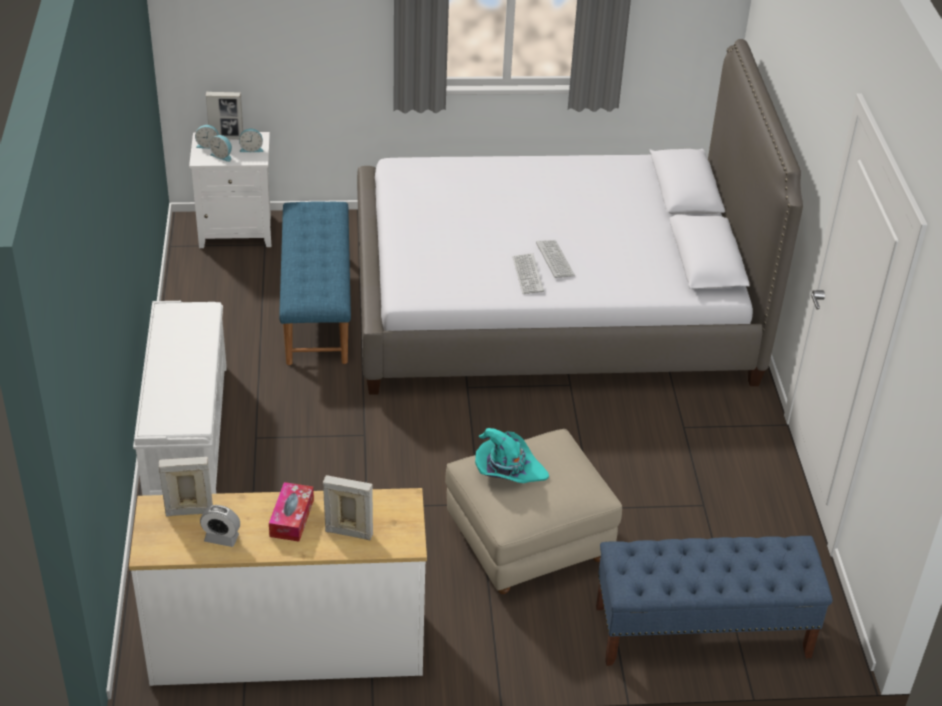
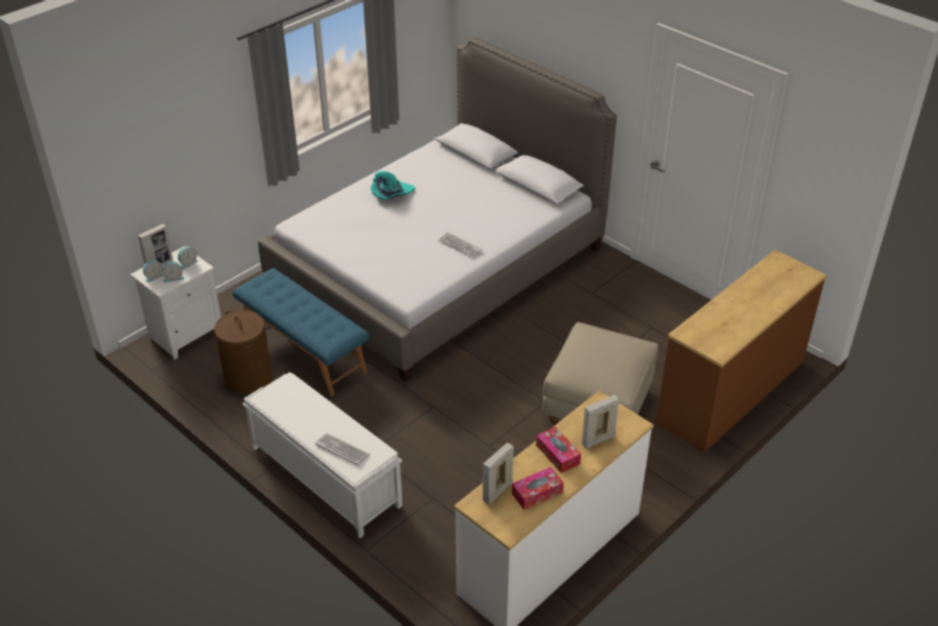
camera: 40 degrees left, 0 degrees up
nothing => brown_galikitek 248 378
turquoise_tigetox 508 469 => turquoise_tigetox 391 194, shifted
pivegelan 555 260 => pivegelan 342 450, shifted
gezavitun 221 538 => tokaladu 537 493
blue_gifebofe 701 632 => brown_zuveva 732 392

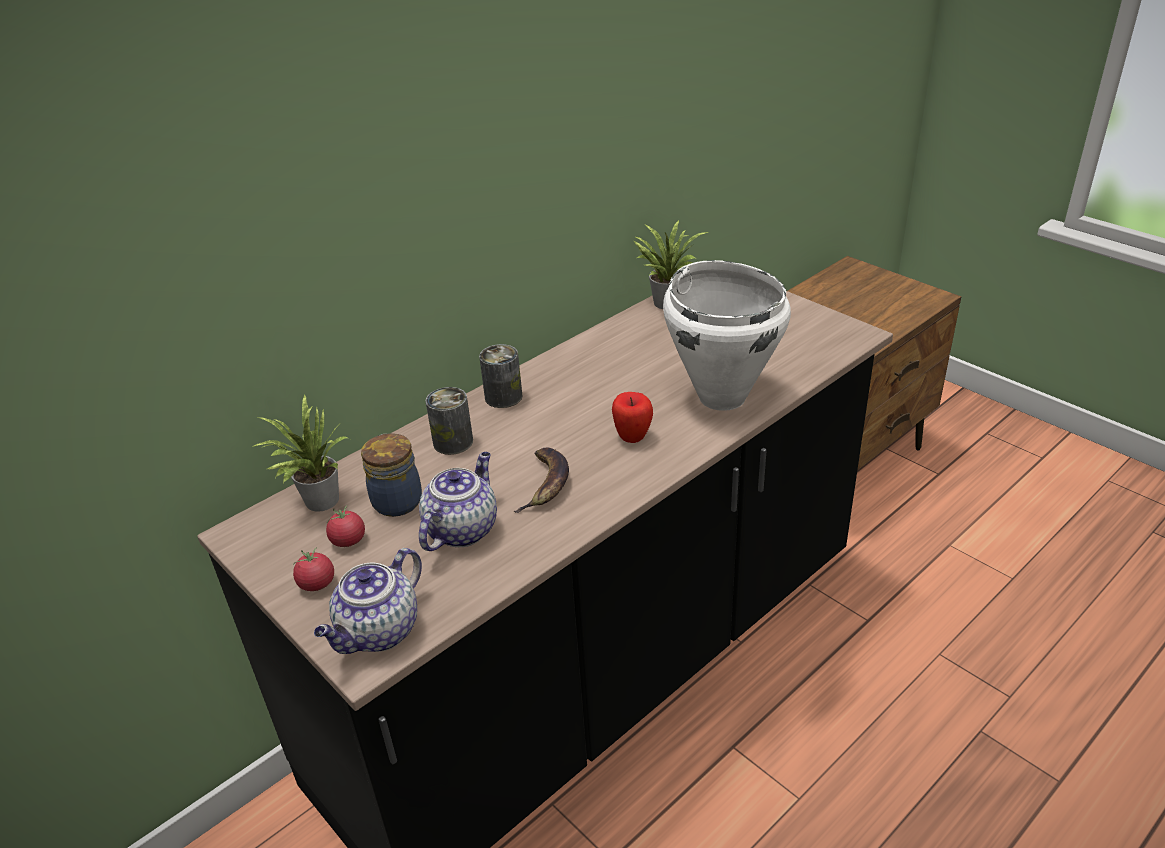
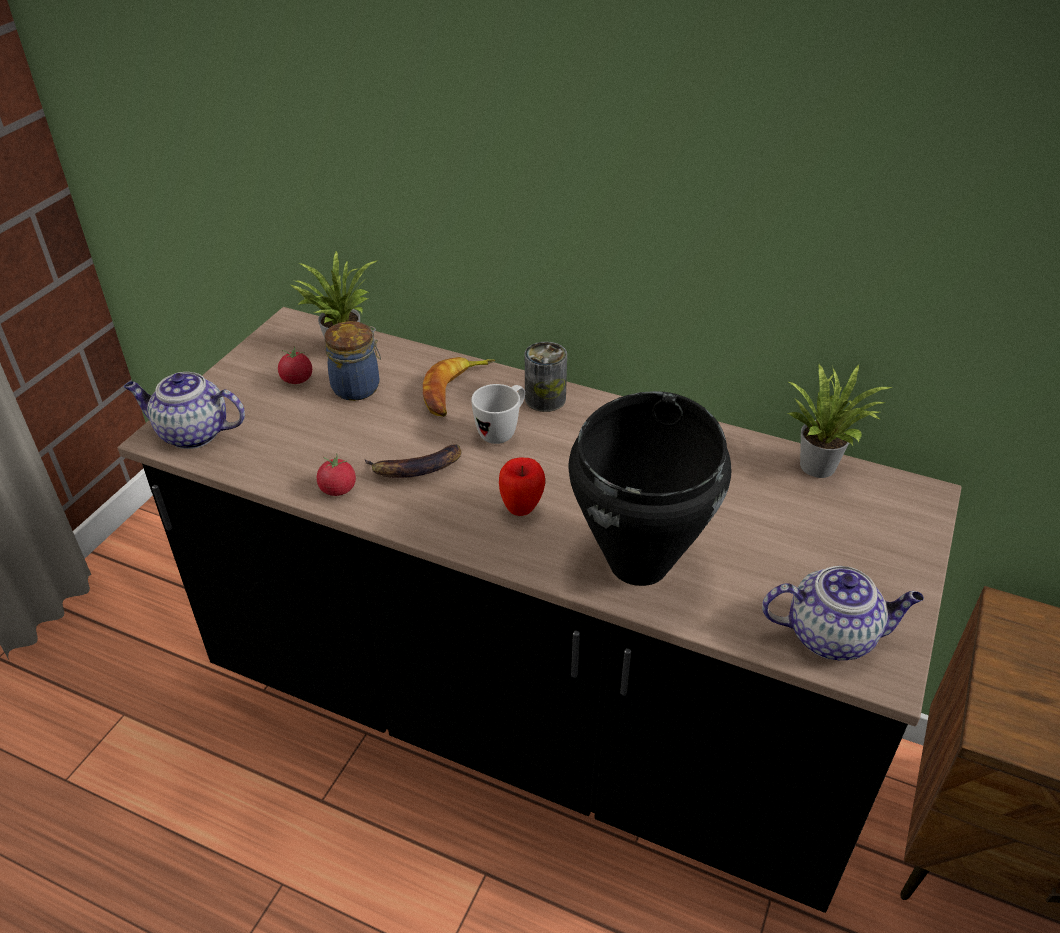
camera: 65 degrees right, 5 degrees up
nothing => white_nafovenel 502 431
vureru 317 583 => vureru 338 489, shifted
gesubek 462 529 => gesubek 832 635, shifted
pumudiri 453 442 => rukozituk 455 391
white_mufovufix 722 396 => black_mufovufix 640 563

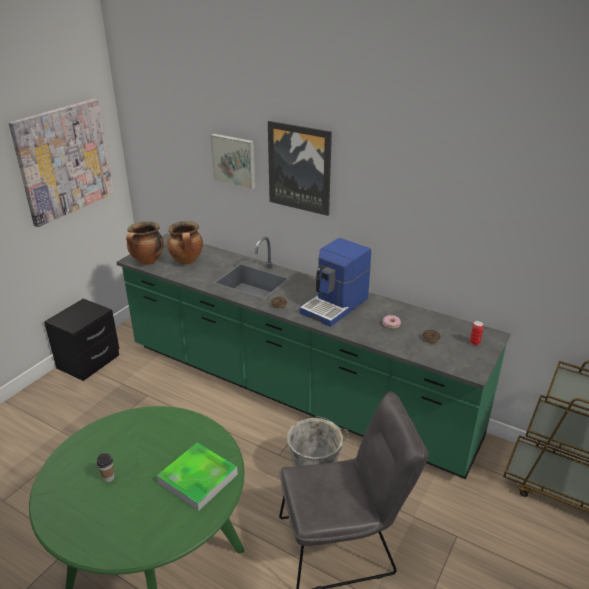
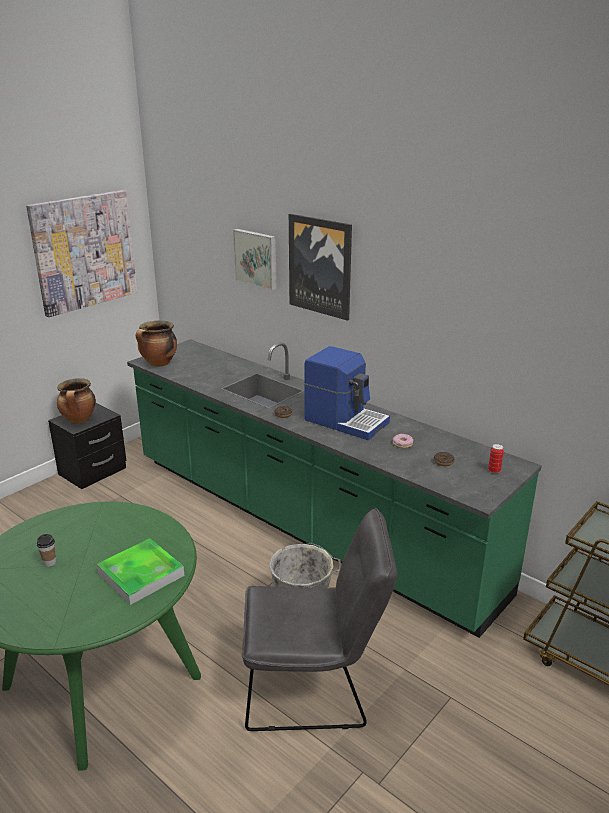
camera: 10 degrees right, 5 degrees down
mufovufix 187 261 => mufovufix 79 420, shifted
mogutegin 335 306 => mogutegin 346 421, 105 degrees counterclockwise

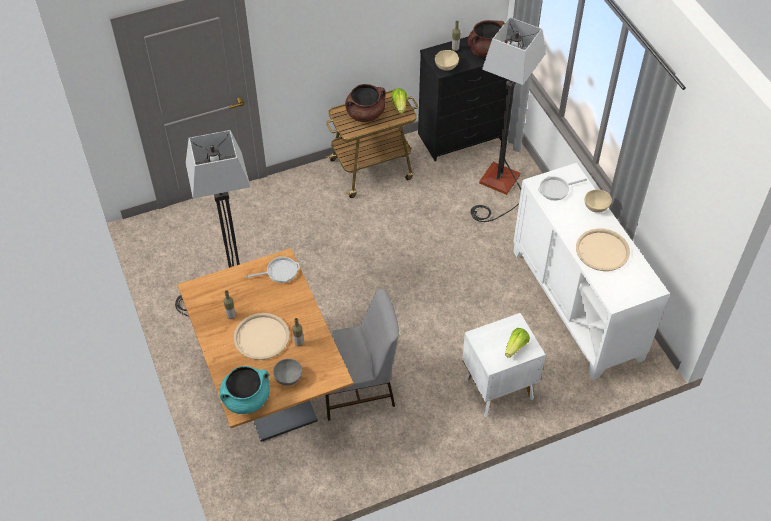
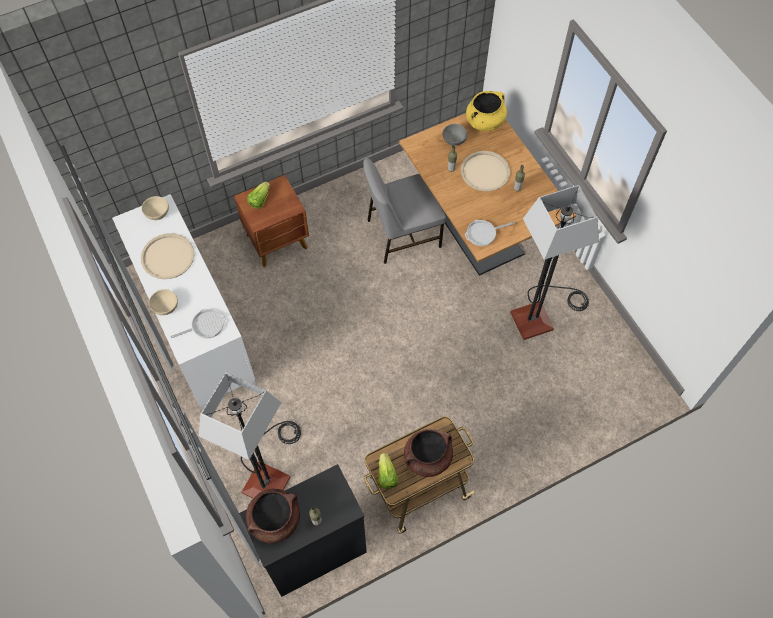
camera: 175 degrees right, 10 degrees up
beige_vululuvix 447 66 => beige_vululuvix 156 213, shifted
turquoise_mufovufix 246 399 => yellow_mufovufix 484 121
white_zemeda 497 388 => brown_zemeda 278 242

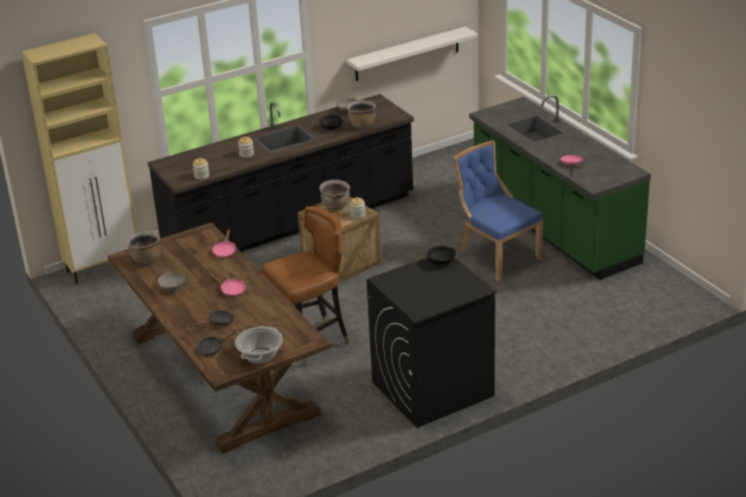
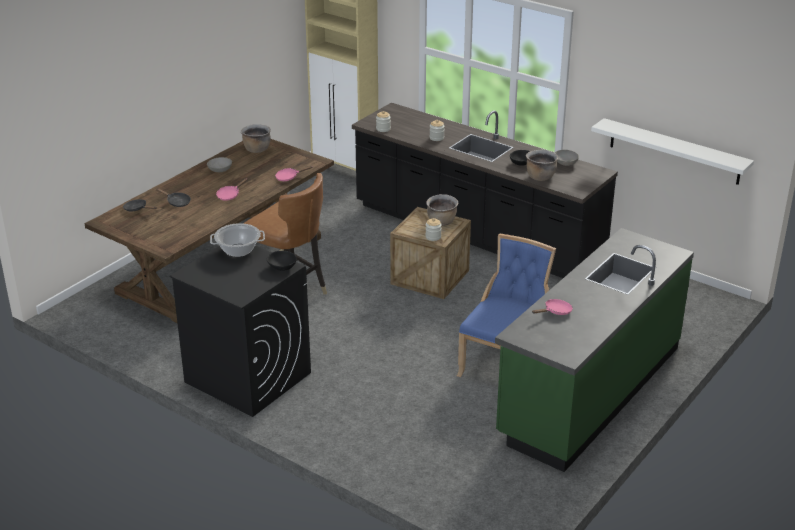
camera: 65 degrees right, 0 degrees up
mufovufix 260 355 => mufovufix 238 250, shifted

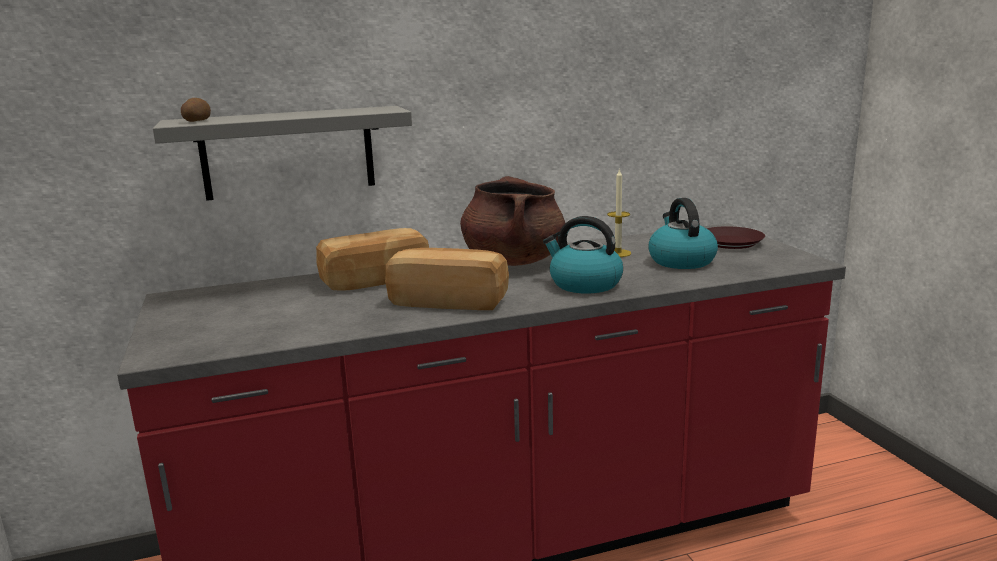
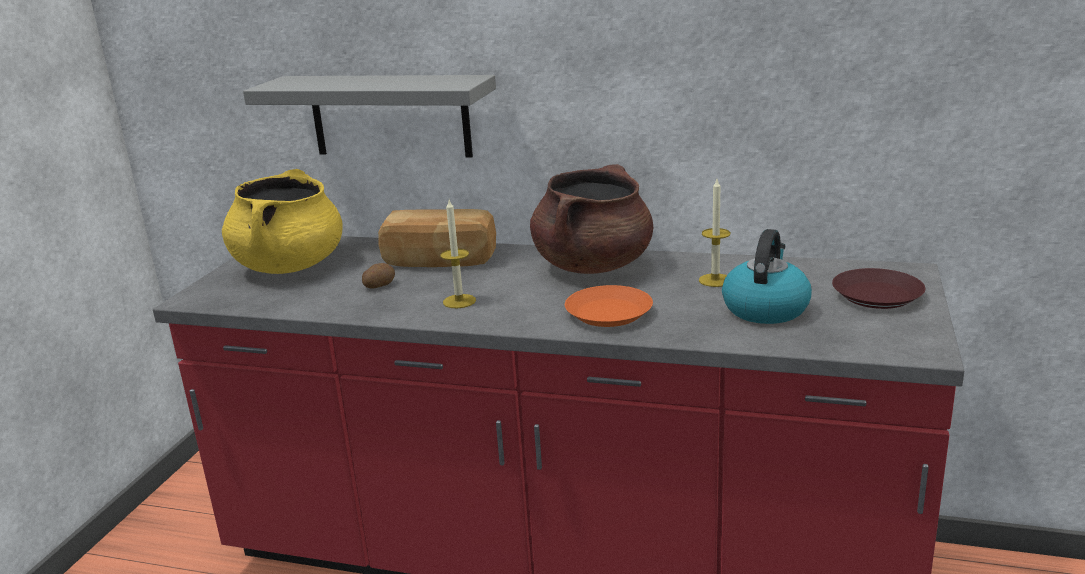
camera: 35 degrees right, 5 degrees up
nothing => yellow_mufovufix 290 266
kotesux 196 121 => kotesux 379 285, shifted
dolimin 449 301 => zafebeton 459 301
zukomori 584 284 => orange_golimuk 608 314

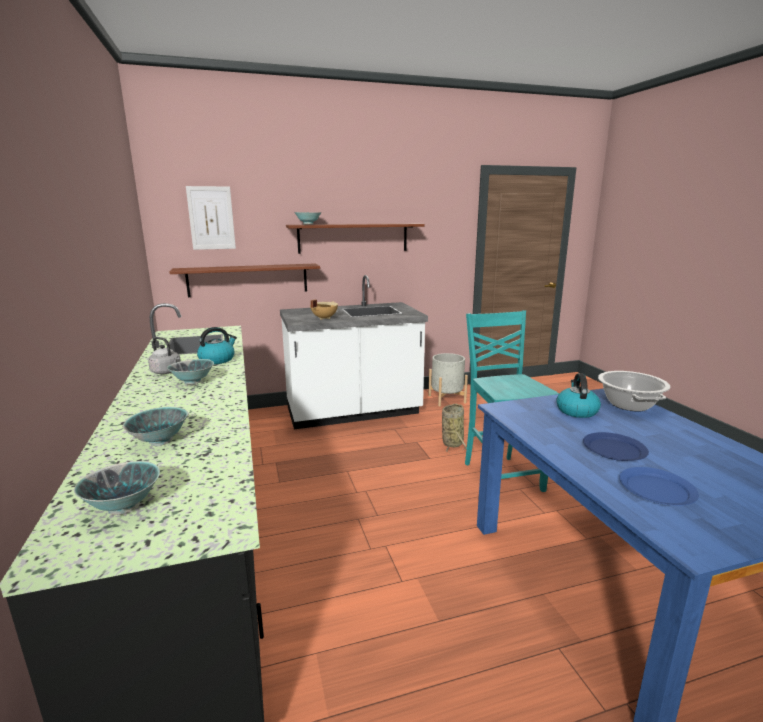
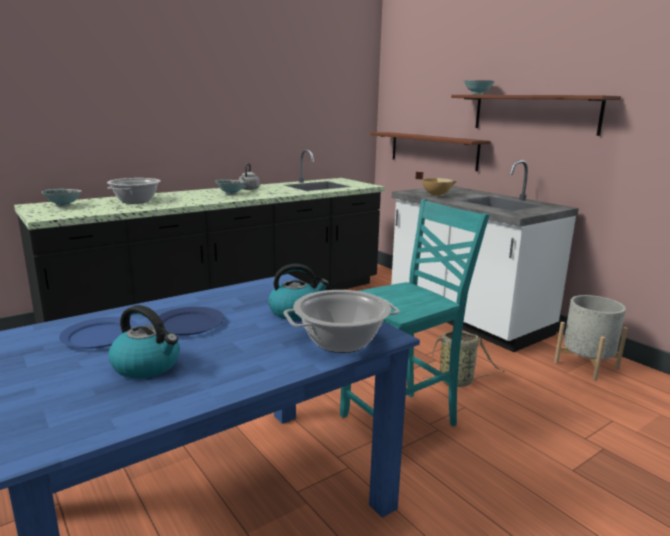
camera: 70 degrees right, 0 degrees up
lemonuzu 211 218 => nothing
zukomori 217 360 => zukomori 147 366, shifted
vululuvix 160 441 => mufovufix 136 201

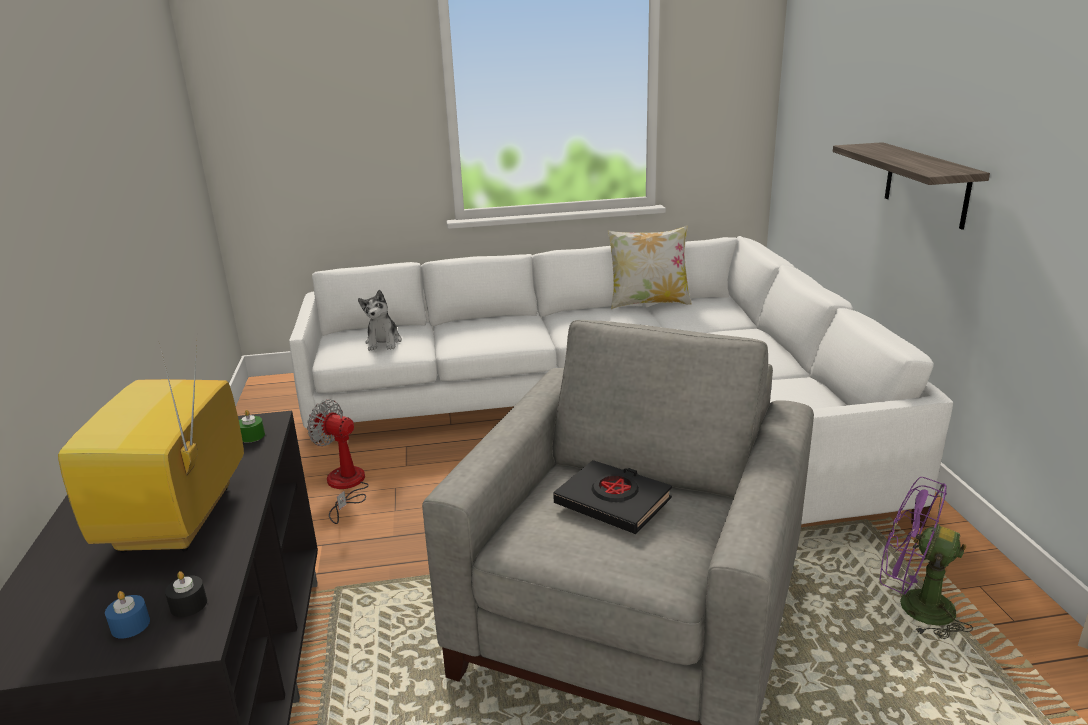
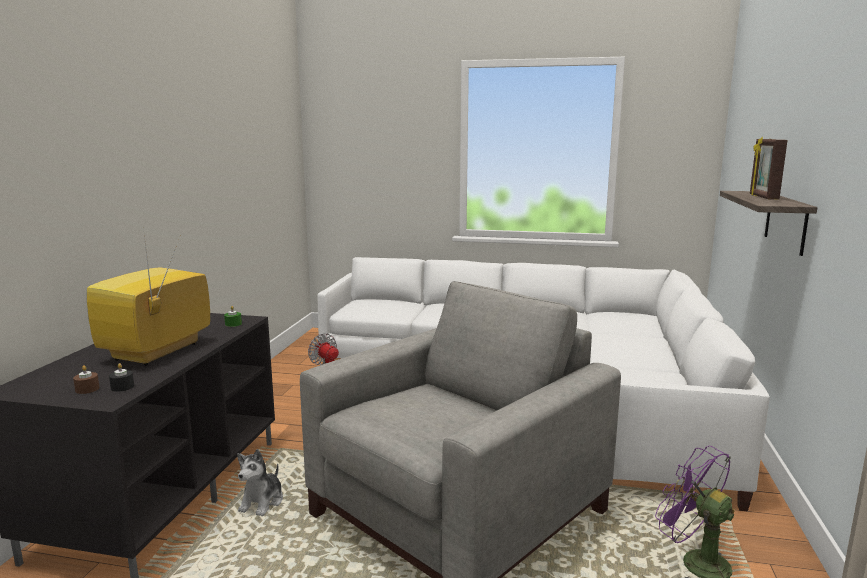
camera: 20 degrees right, 10 degrees down
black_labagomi 613 502 => nothing
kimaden 648 303 => nothing
nothing => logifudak 762 197
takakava 383 342 => takakava 262 502, shifted
blue_zafebeton 130 625 => brown_zafebeton 87 389

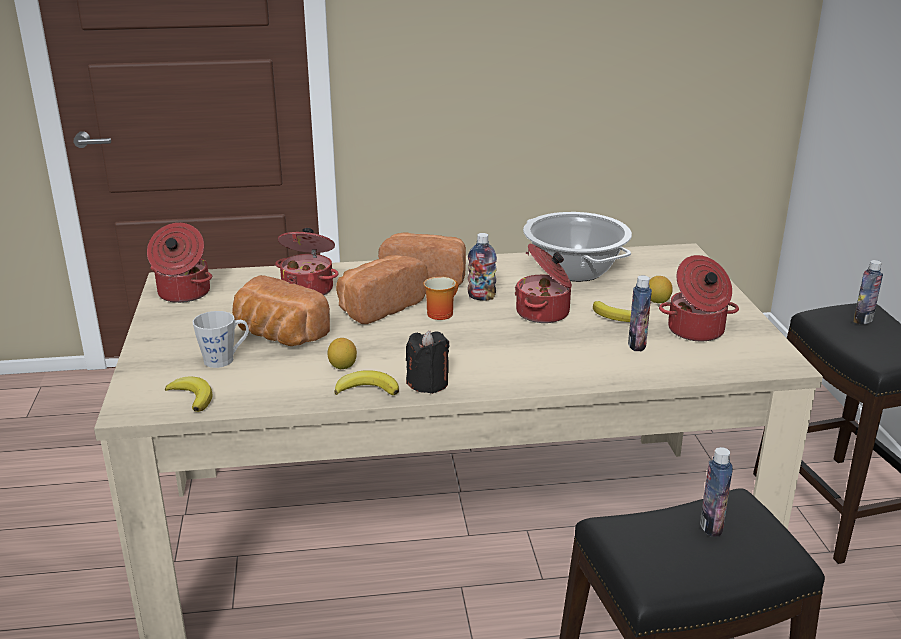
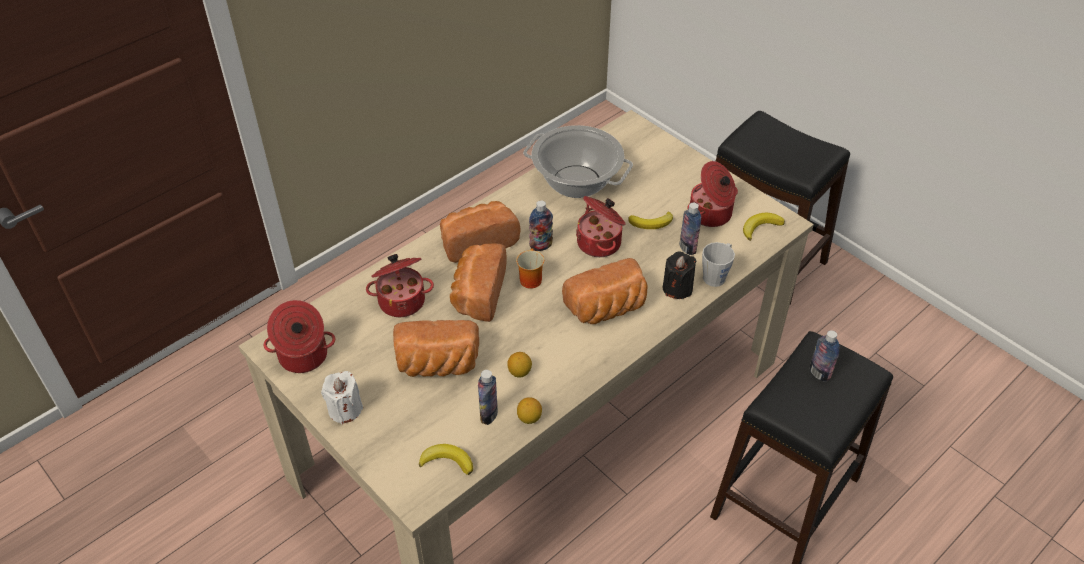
camera: 35 degrees left, 20 degrees up
nothing => white_zafebeton 345 409
nothing => dolimin 607 309
grey_nafovenel 225 359 => grey_nafovenel 716 275, shifted
rukozituk 367 389 => rukozituk 760 227, shifted
black_zafebeton 428 383 => black_zafebeton 677 288, shifted
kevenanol 657 301 => kevenanol 529 418, shifted
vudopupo 863 320 => vudopupo 489 415, shifted

